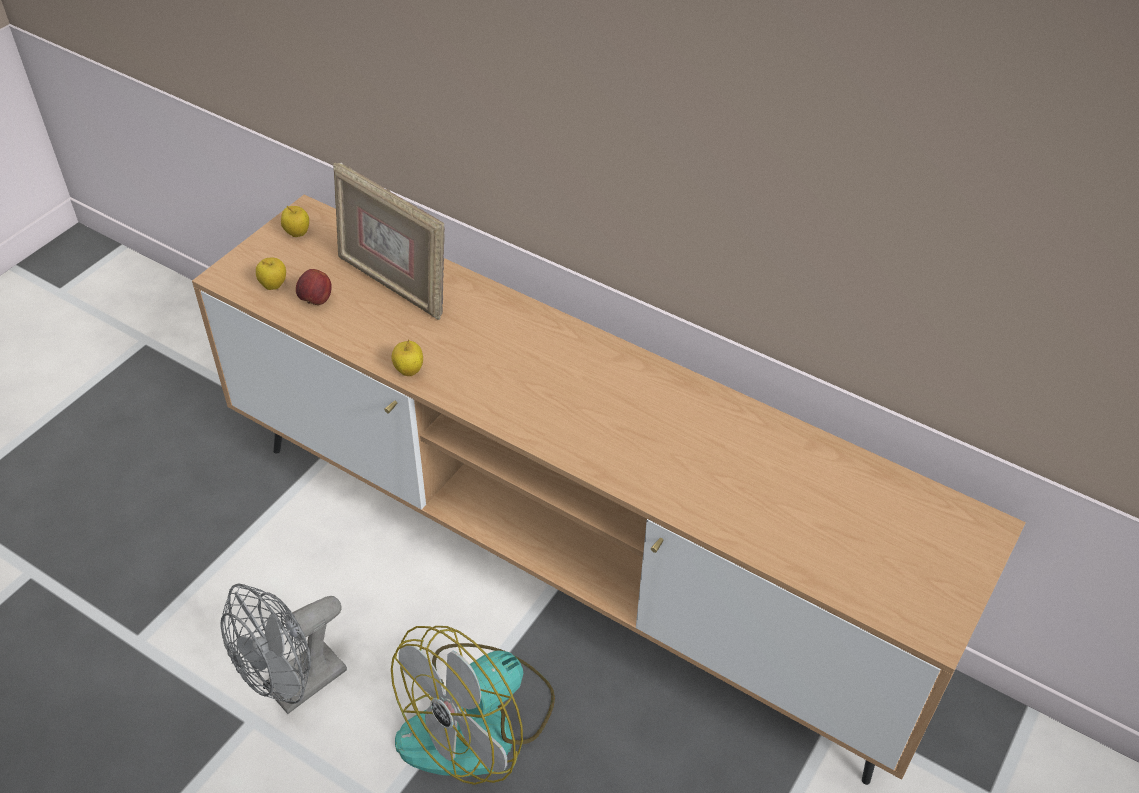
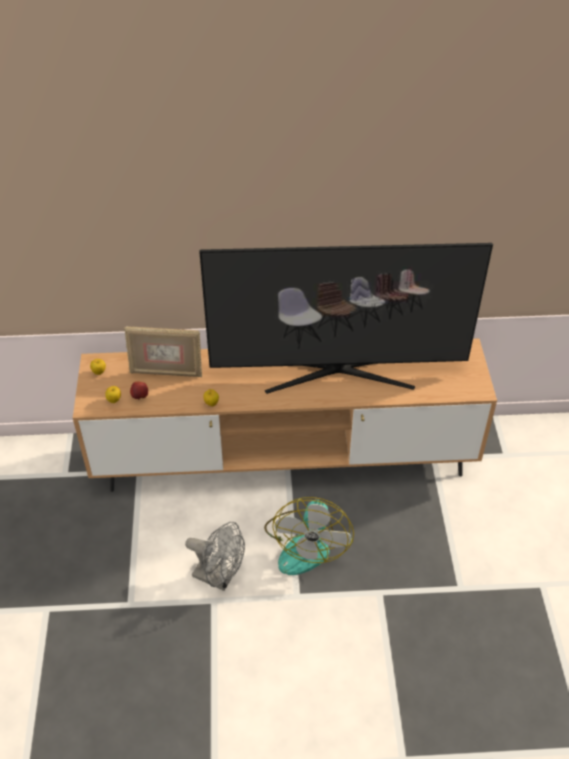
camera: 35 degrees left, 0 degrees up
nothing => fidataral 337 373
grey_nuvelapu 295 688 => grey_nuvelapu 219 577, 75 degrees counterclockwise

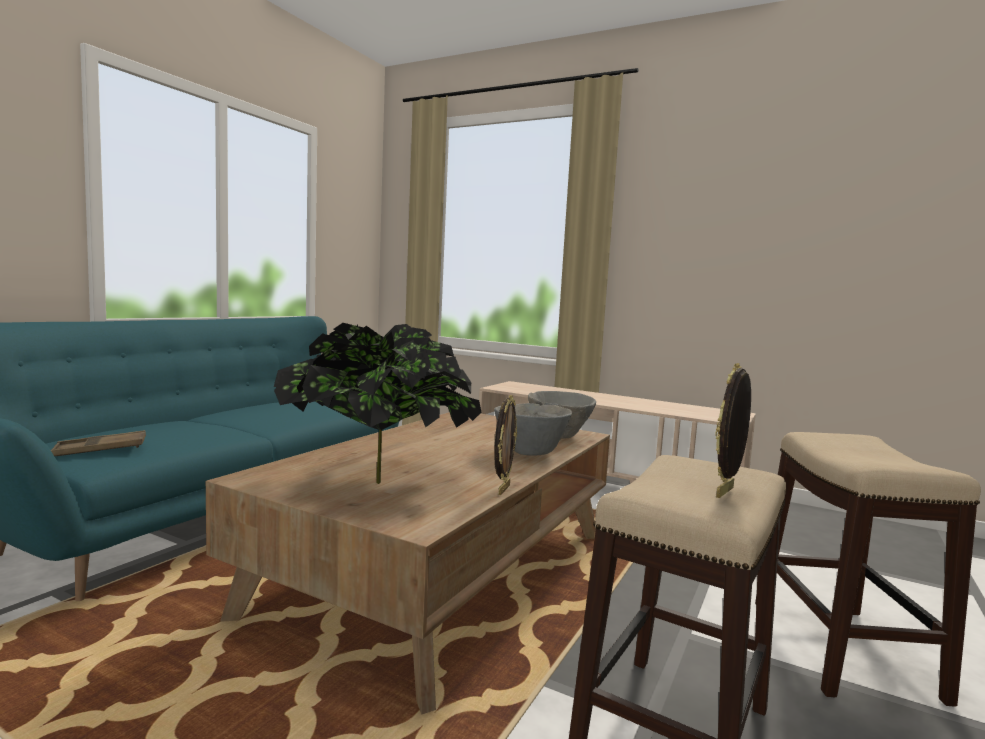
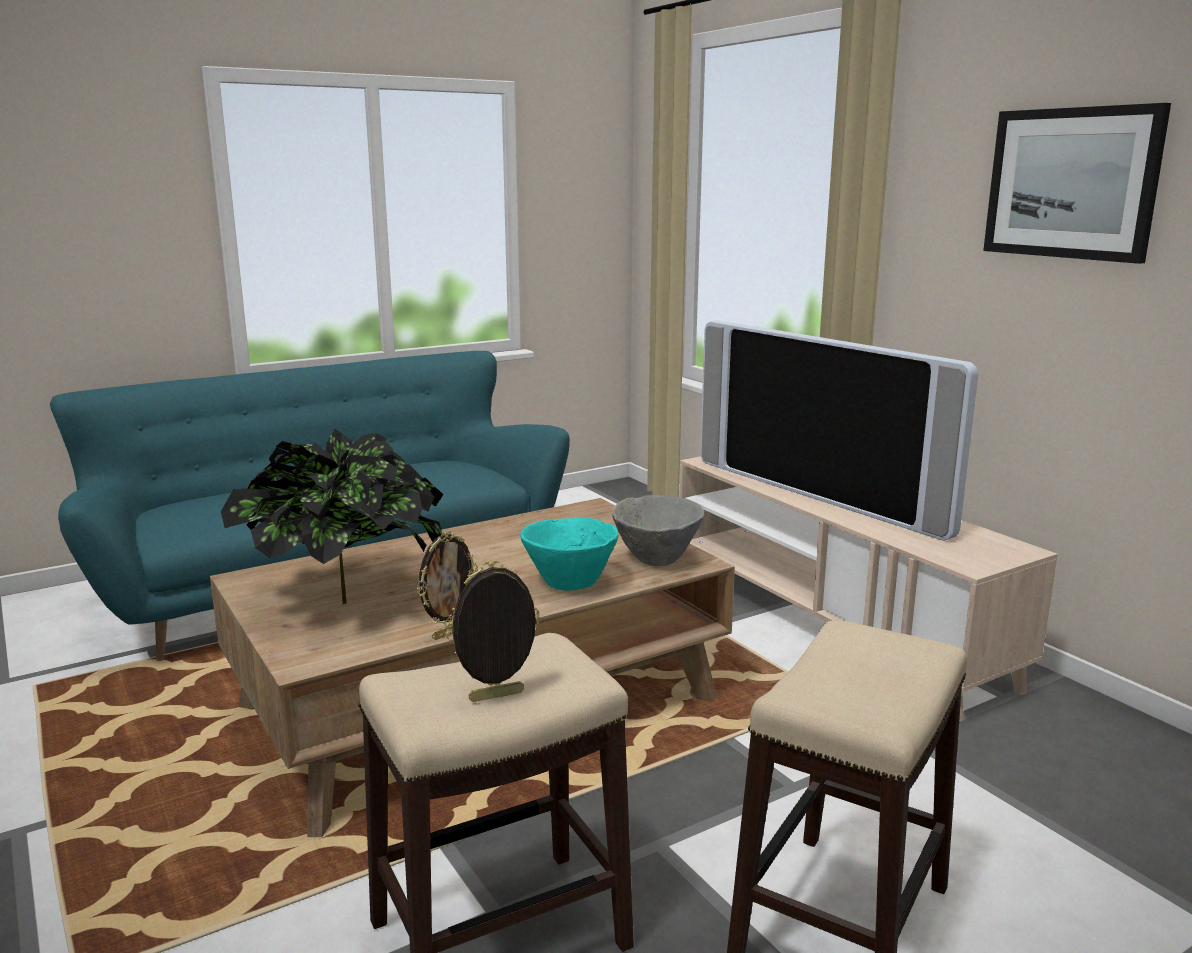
camera: 30 degrees right, 10 degrees up
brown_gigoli 100 450 => nothing
nothing => fidataral 820 494
nothing => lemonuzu 1071 183
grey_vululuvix 530 452 => turquoise_vululuvix 569 583

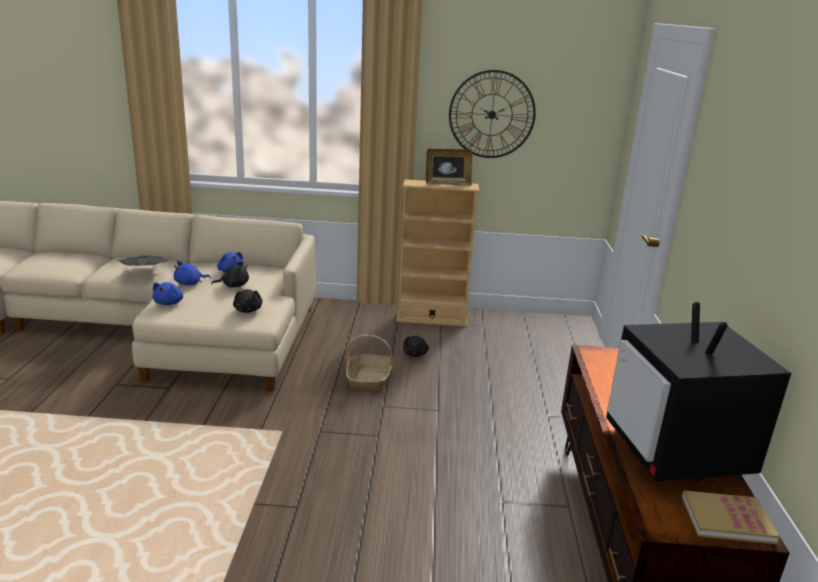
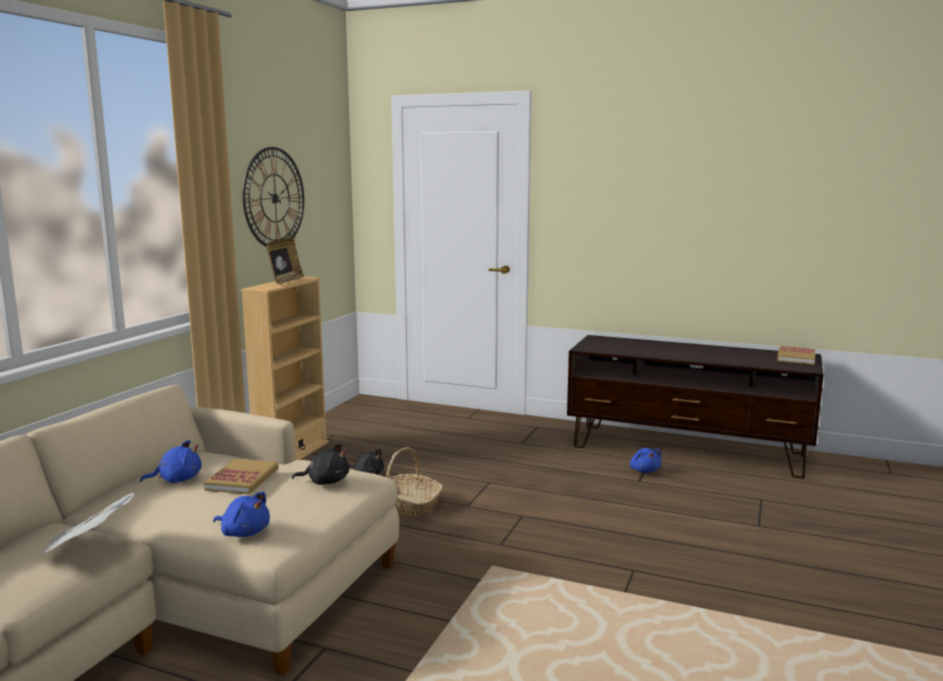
camera: 70 degrees left, 10 degrees down
fidataral 677 453 => nothing
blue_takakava 190 284 => blue_takakava 644 470, shifted
black_takakava 233 285 => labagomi 242 479

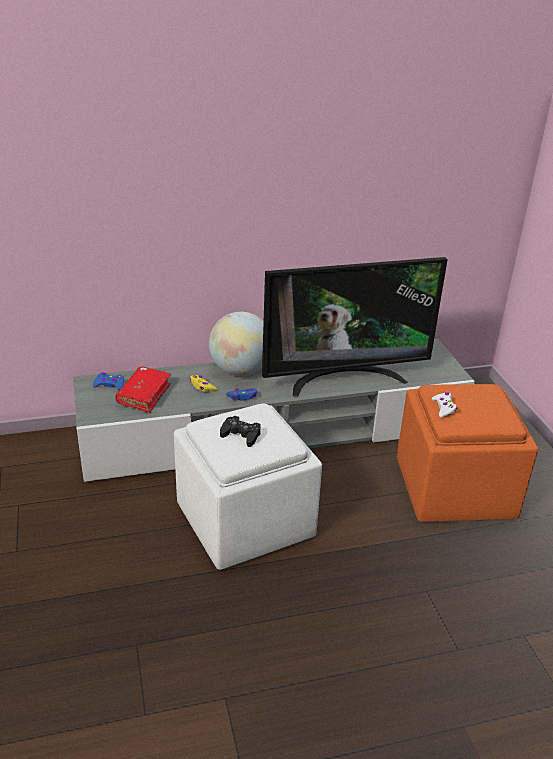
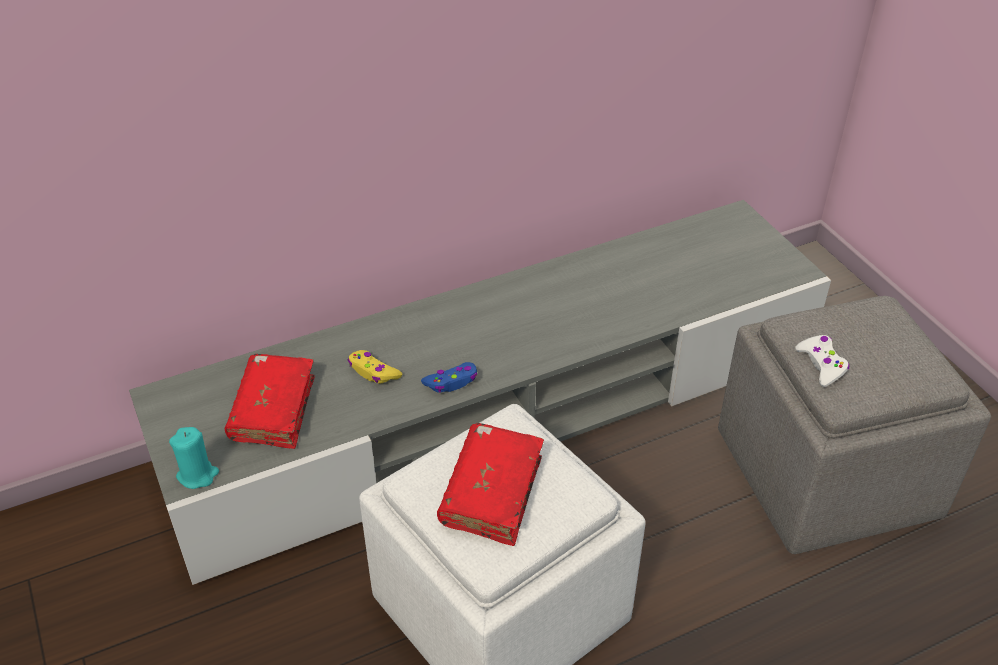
camera: 10 degrees left, 10 degrees up
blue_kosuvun 110 385 => nothing
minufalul 240 370 => nothing
fidataral 344 378 => nothing
nothing => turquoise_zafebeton 198 475
black_kosuvun 241 435 => red_labagomi 492 492
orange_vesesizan 455 489 => grey_vesesizan 827 473

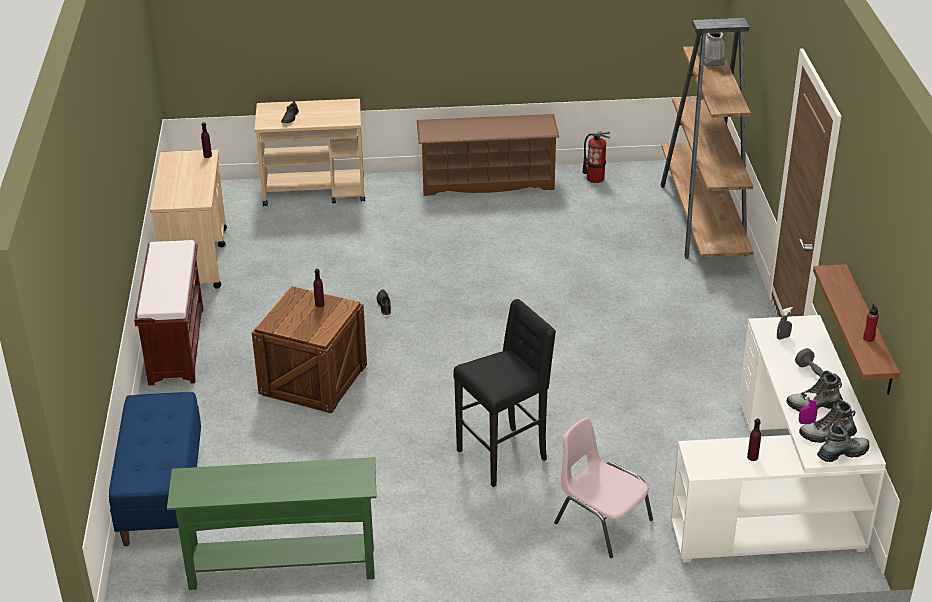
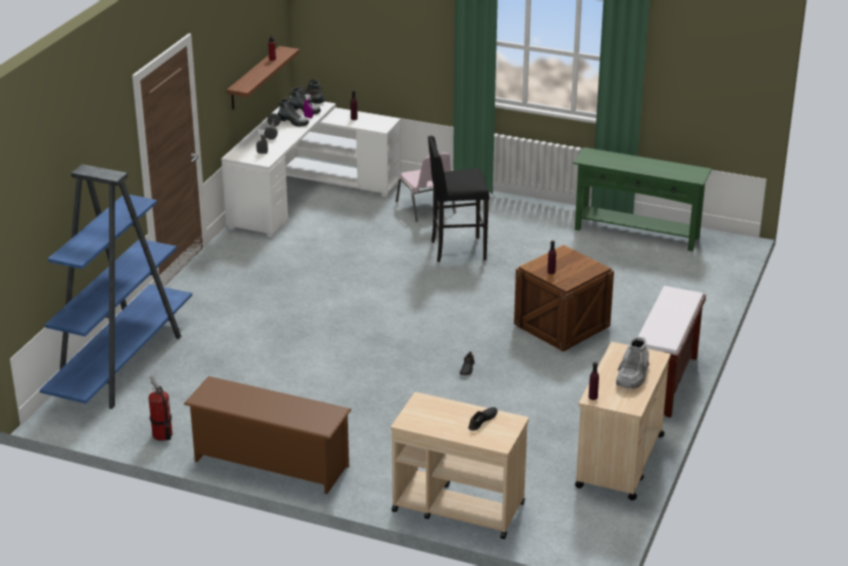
camera: 155 degrees left, 5 degrees down
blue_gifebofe 161 493 => nothing
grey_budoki 709 55 => grey_budoki 632 377, shifted
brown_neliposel 703 220 => blue_neliposel 122 364

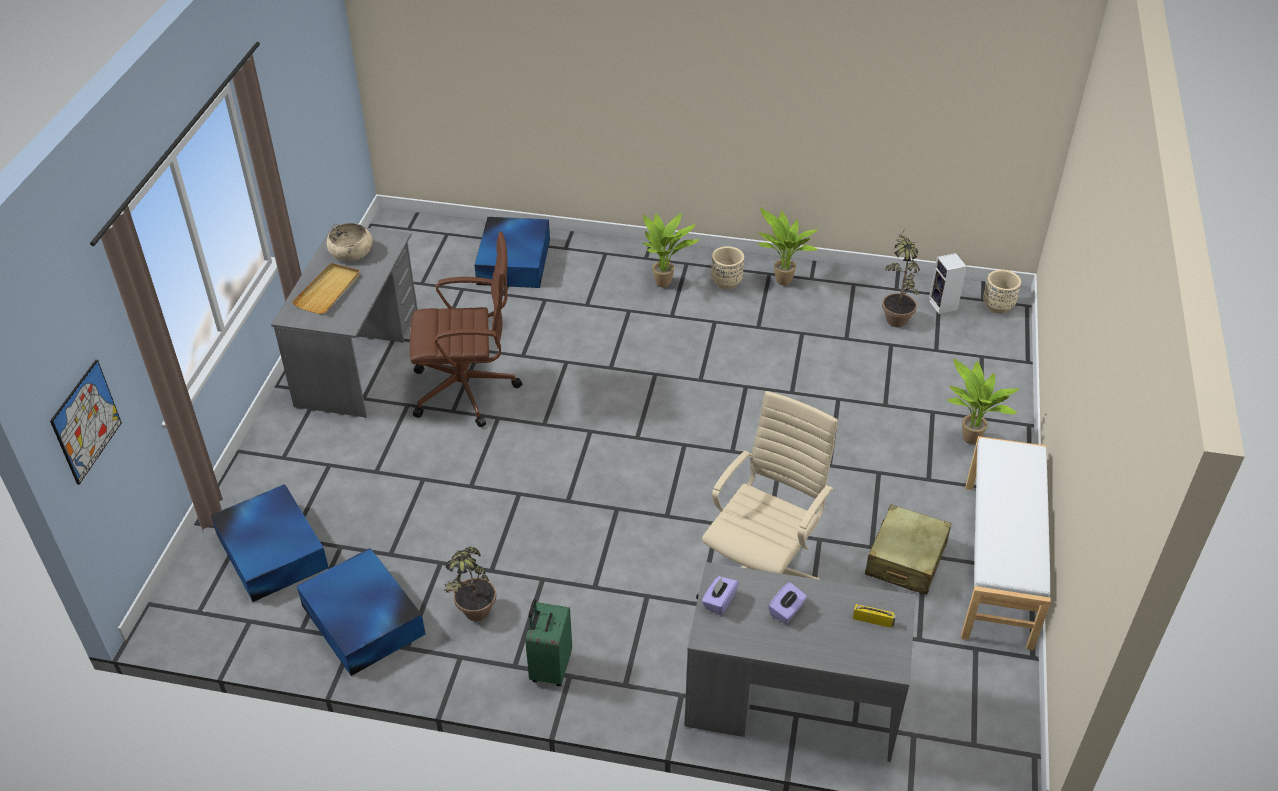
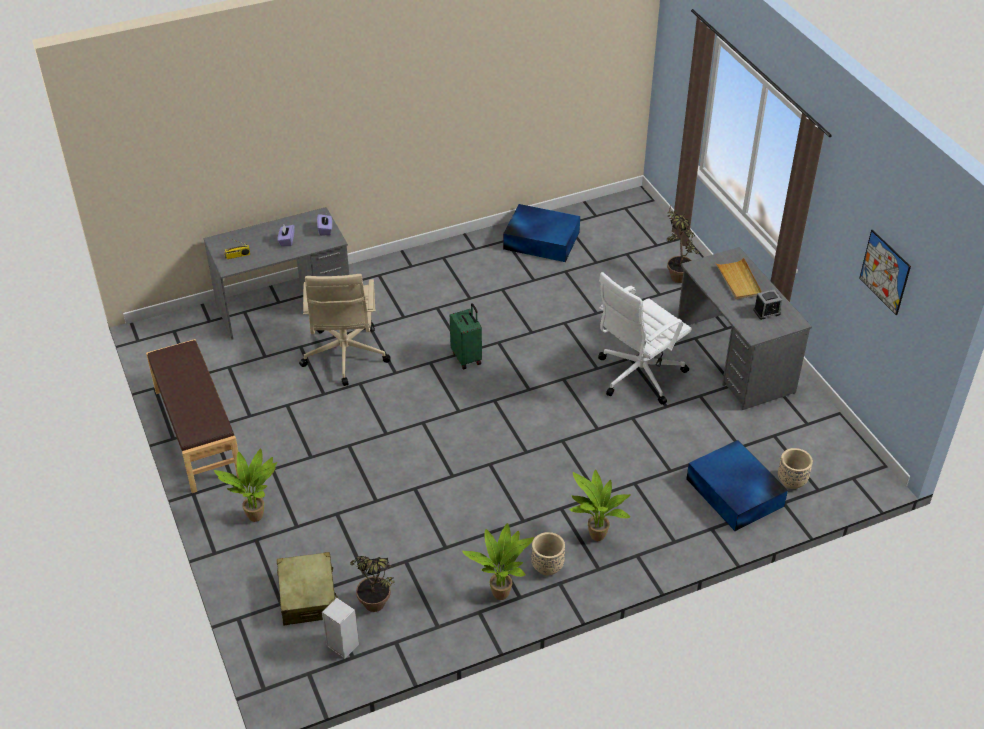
camera: 145 degrees right, 0 degrees up
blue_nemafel 272 550 => nothing
lemonuzu 86 421 => lemonuzu 884 272, shifted
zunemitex 473 619 => zunemitex 676 274, shifted
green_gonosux 550 668 => green_gonosux 467 357, shifted
beige_gonosux 905 559 => beige_gonosux 308 596, shifted
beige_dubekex 997 306 => beige_dubekex 792 481, shifted
beige_vululuvix 351 252 => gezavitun 766 312
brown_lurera 468 390 => white_lurera 637 375
white_gifebofe 999 563 => brown_gifebofe 197 433

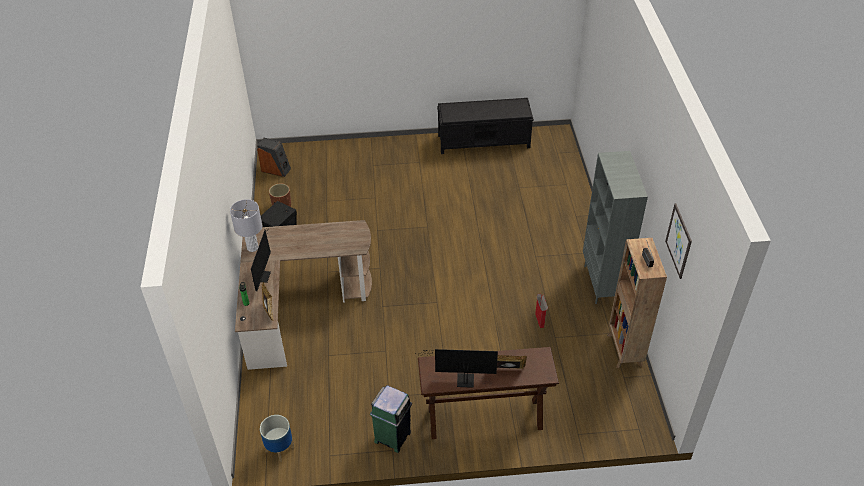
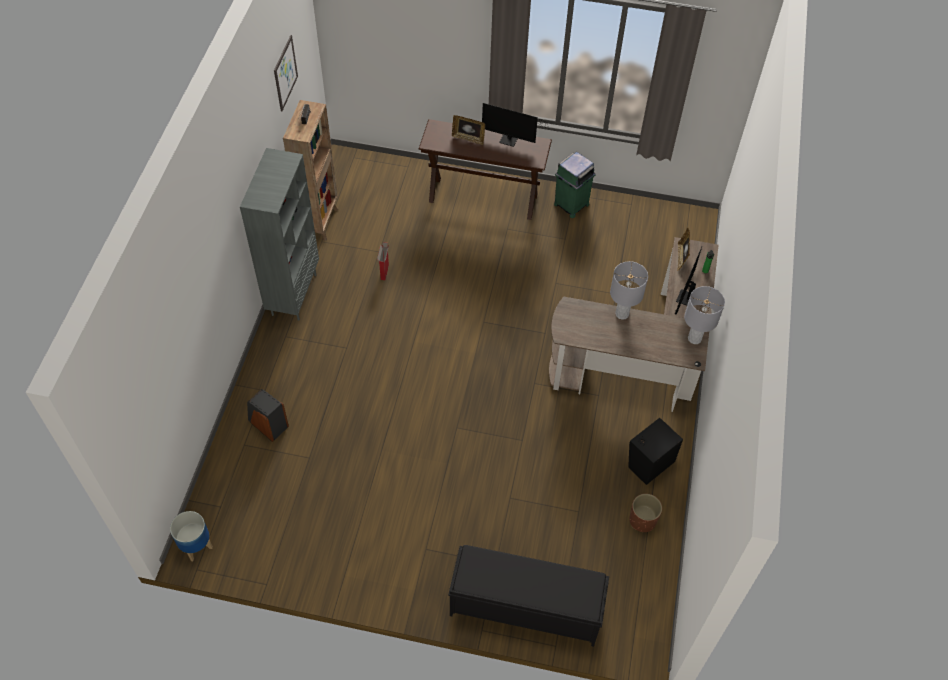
camera: 165 degrees left, 10 degrees up
nothing => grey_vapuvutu 622 314
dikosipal 276 169 => dikosipal 268 424, shifted
dubekex 280 449 => dubekex 196 545, shifted
black_gifebofe 484 141 => black_gifebofe 524 607, shifted

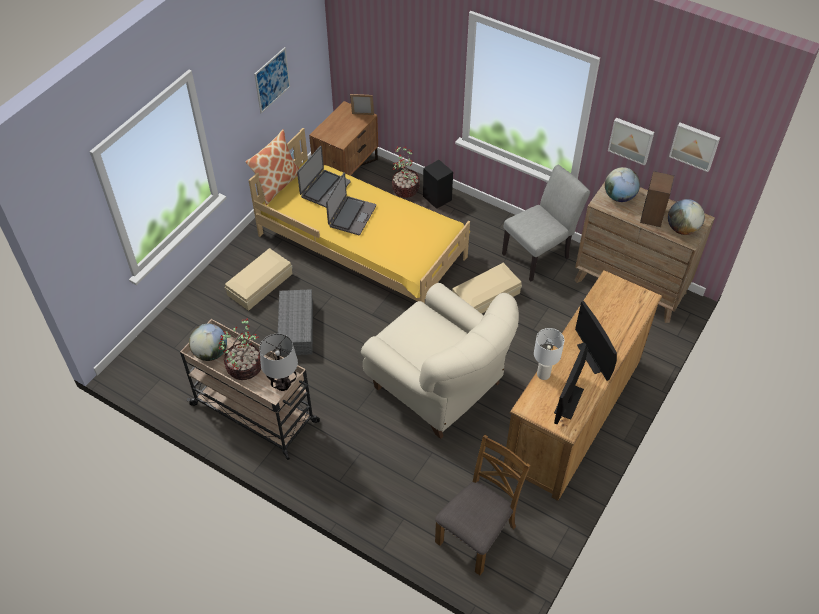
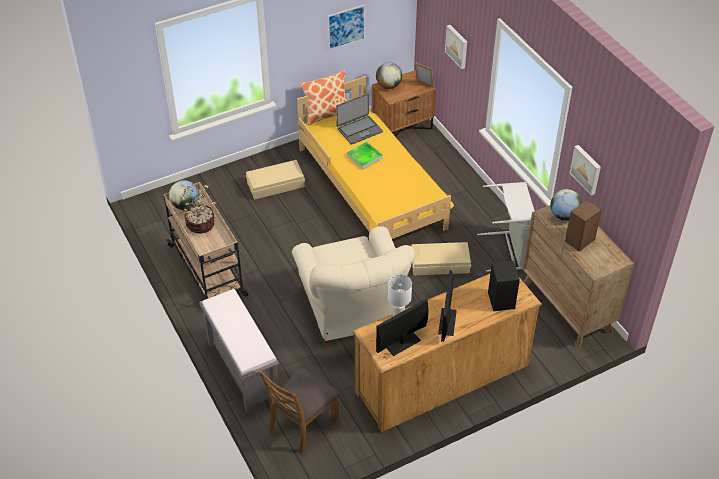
camera: 30 degrees right, 5 degrees down
vapuvutu 282 384 => nothing
grey_nemafel 296 328 => nothing
zunemitex 405 188 => nothing
nothing => grey_gifebofe 242 370
black_dikosipal 437 198 => black_dikosipal 501 301, shifted
minufalul 682 229 => minufalul 388 86, shifted
lemonuzu 695 145 => lemonuzu 457 46, shifted
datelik 351 216 => gigoli 364 157
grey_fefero 539 254 => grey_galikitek 509 251
brown_fefero 477 534 => brown_fefero 302 424, 150 degrees clockwise

